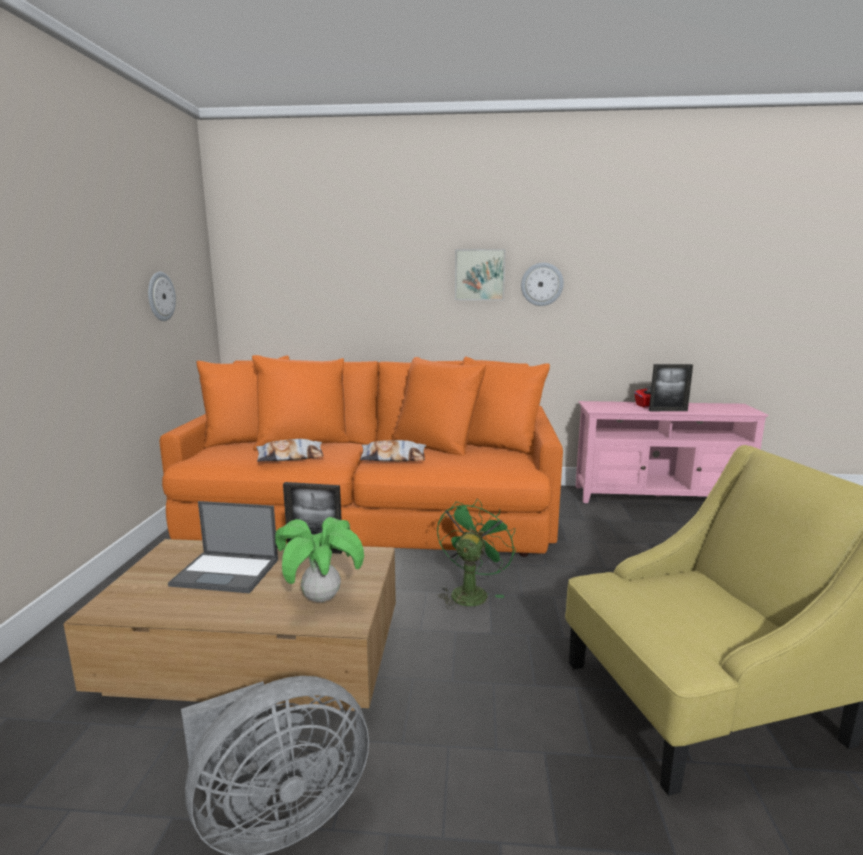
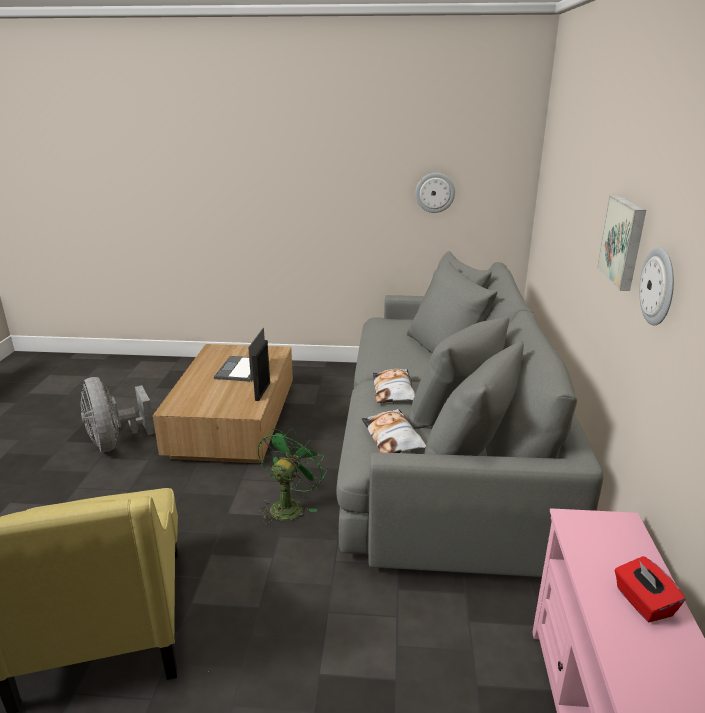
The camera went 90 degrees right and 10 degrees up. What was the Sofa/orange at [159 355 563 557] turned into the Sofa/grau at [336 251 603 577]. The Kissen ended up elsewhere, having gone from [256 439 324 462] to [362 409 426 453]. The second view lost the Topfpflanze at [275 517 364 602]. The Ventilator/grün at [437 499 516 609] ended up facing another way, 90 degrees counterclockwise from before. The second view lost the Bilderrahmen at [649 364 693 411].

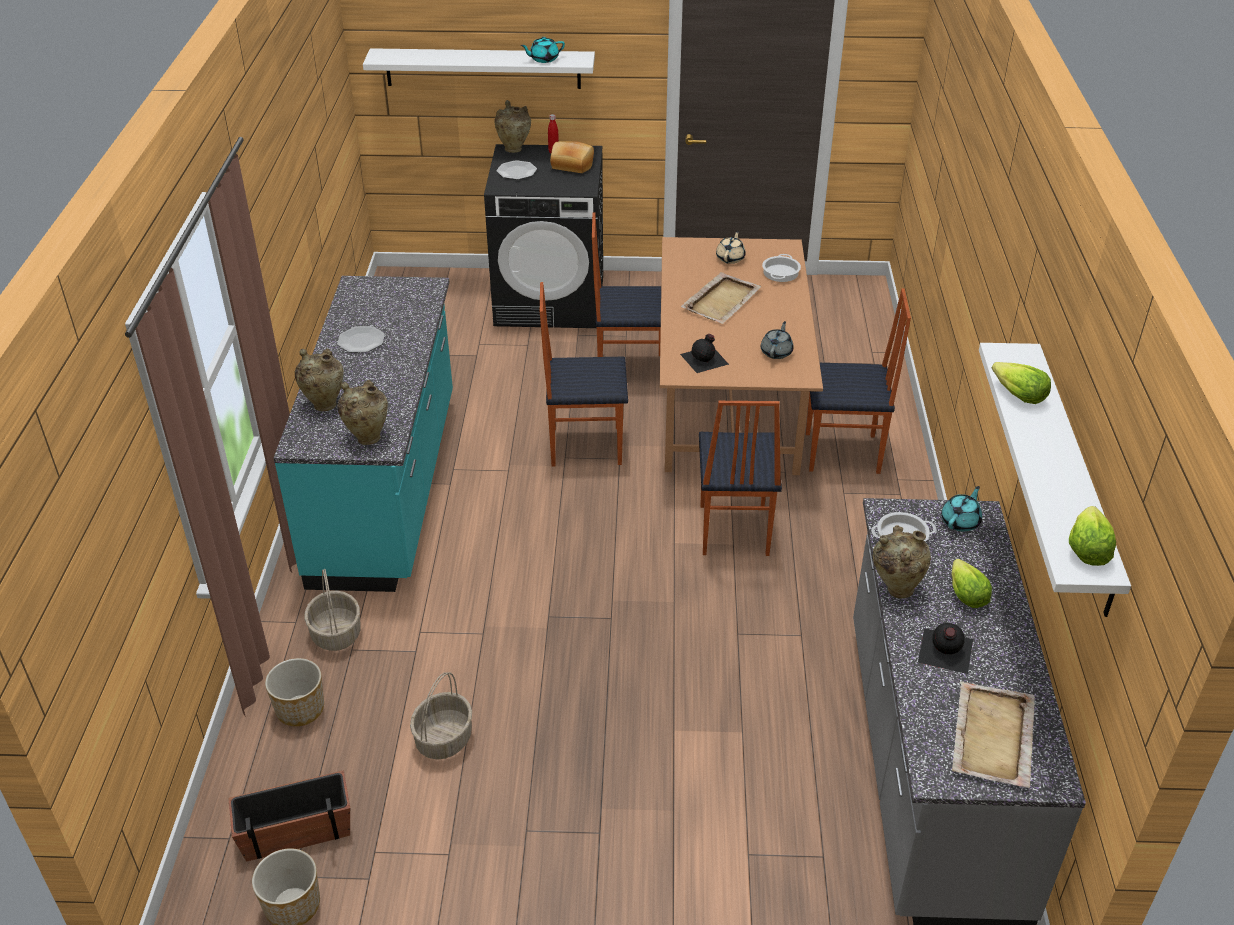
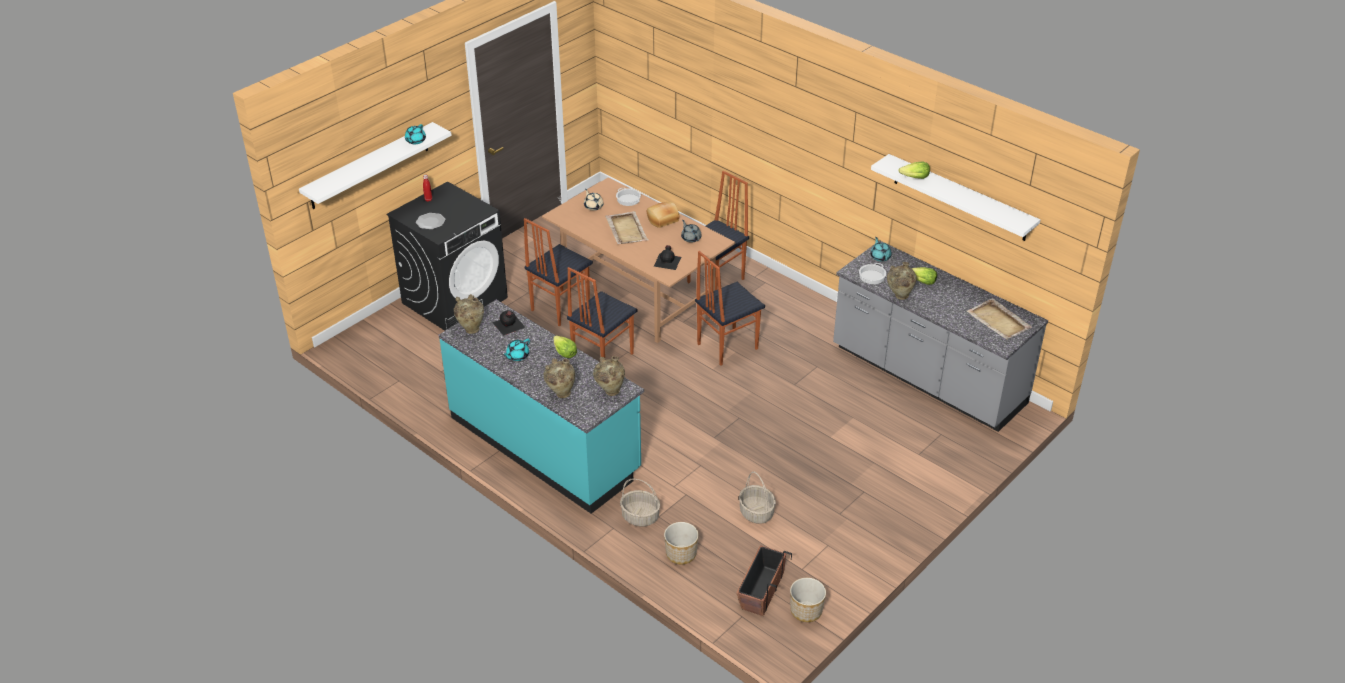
The camera went 50 degrees left and 0 degrees up. Where the Teller stood at [337 326 385 352], the Teekanne/türkis came to stand at [503 339 530 361]. The Vase/beige ended up elsewhere, having gone from [495 100 531 153] to [454 294 484 334]. The Brot ended up elsewhere, having gone from [550 141 594 173] to [646 202 680 228]. The Stuhl at [699 401 782 556] ended up facing another way, 105 degrees clockwise from before. The Flasche/schwarz ended up elsewhere, having gone from [918 623 973 674] to [492 310 525 336]. The Salatkopf ended up elsewhere, having gone from [1069 506 1116 566] to [553 335 577 358].

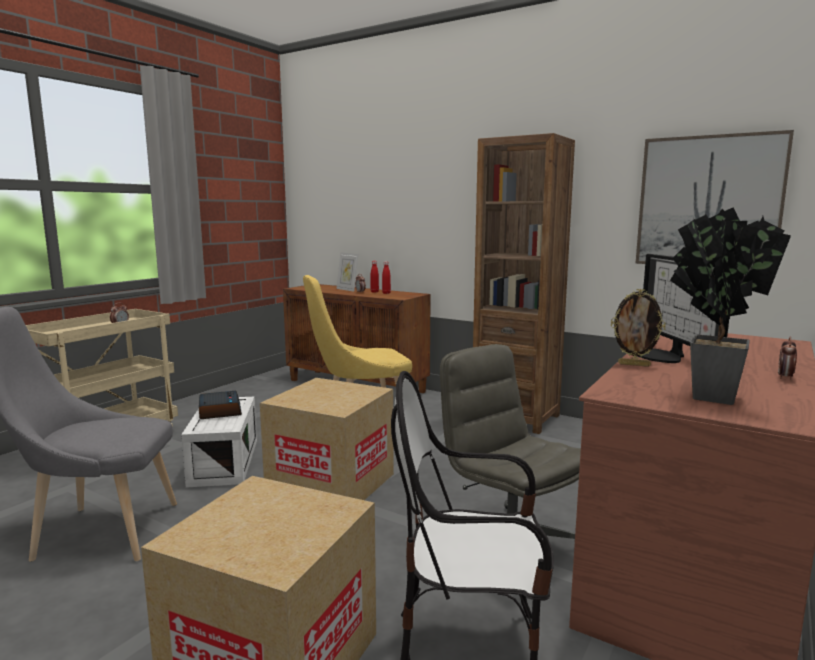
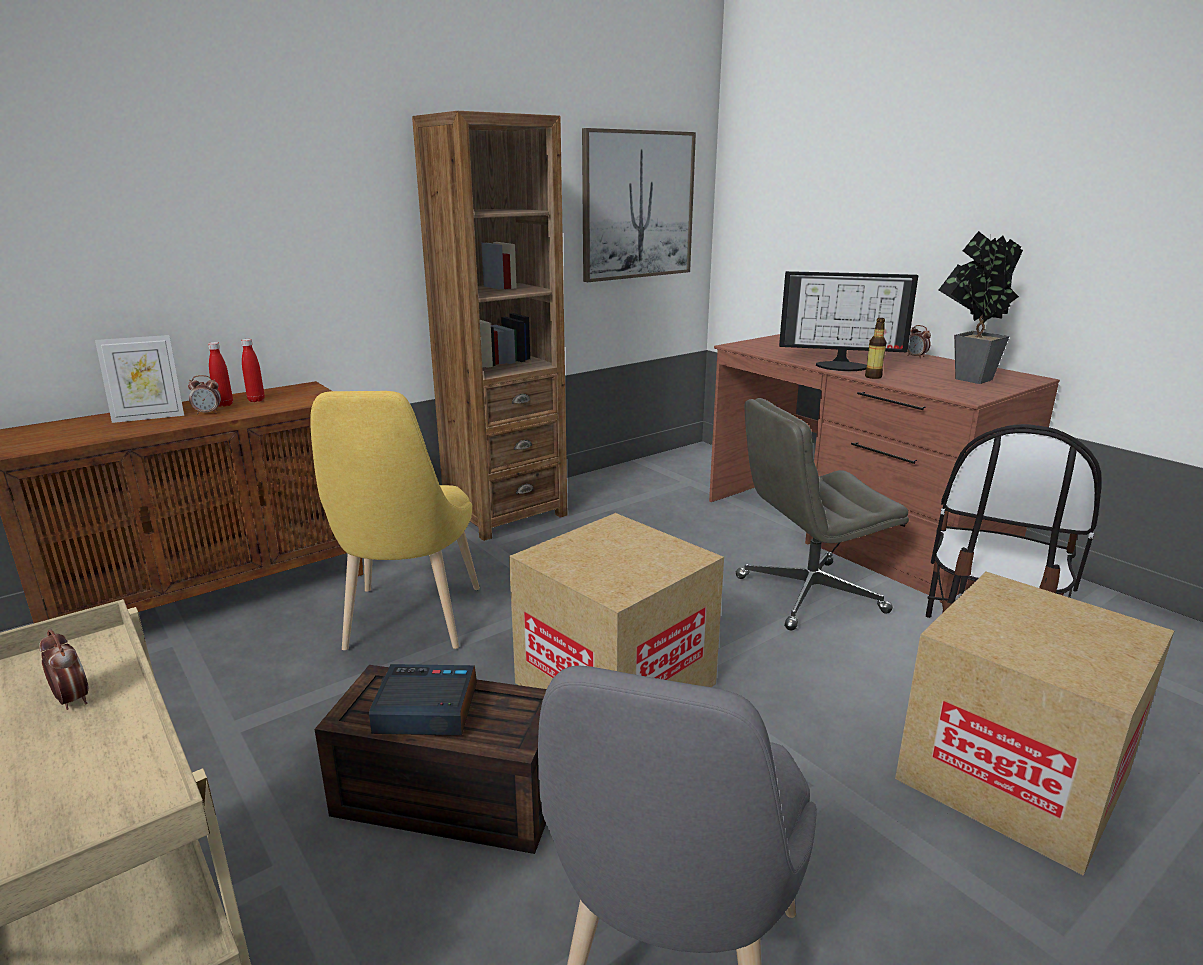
The camera went 70 degrees left and 10 degrees up. What was the Aufbewahrungsbox/weiß at [181 397 257 488] turned into the Aufbewahrungsbox/braun at [315 665 546 854]. Where the Bilderrahmen stood at [611 289 666 367], the Flasche came to stand at [865 318 886 379].

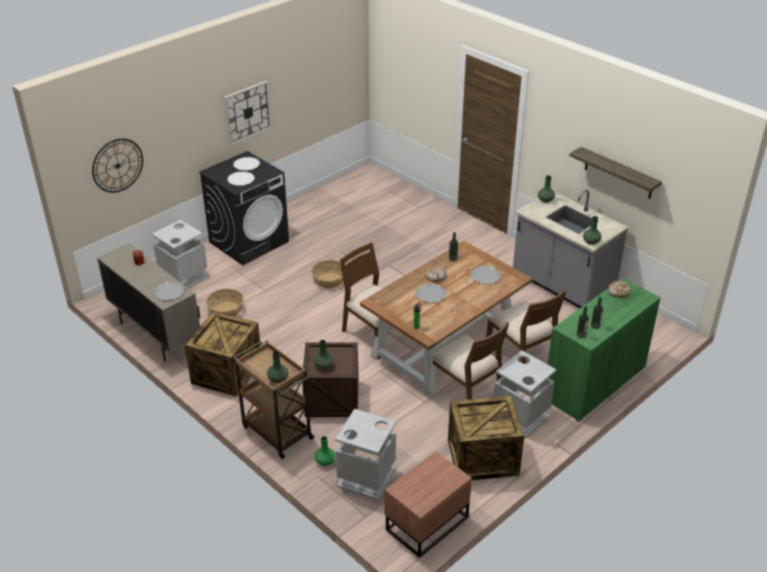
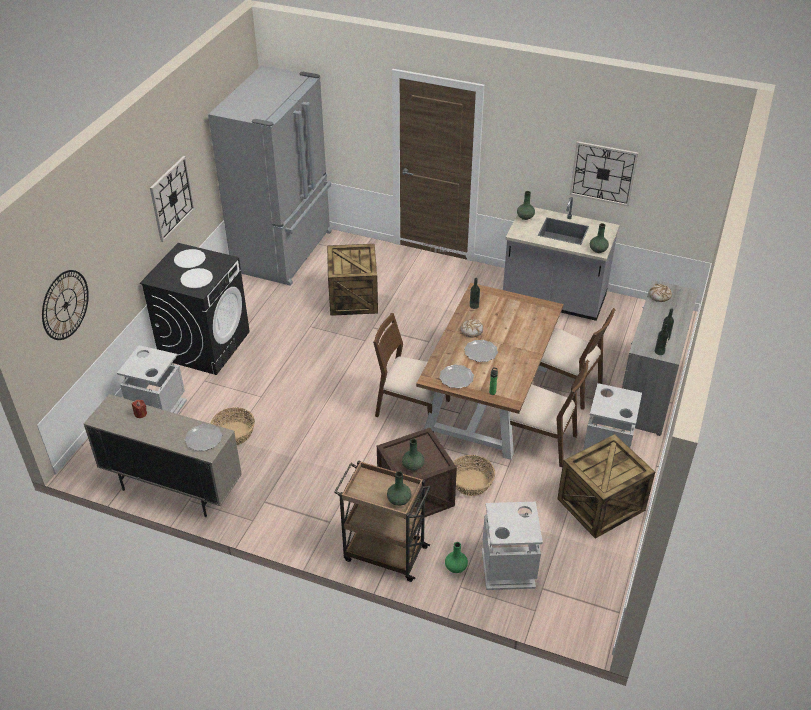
The camera went 25 degrees left and 5 degrees up. The Kiste ended up elsewhere, having gone from [185 311 261 396] to [327 244 378 316]. The Korb ended up elsewhere, having gone from [311 260 344 289] to [453 455 495 496]. The second view lost the Nachttisch/braun at [385 451 472 558]. The Teller ended up elsewhere, having gone from [471 266 500 284] to [439 365 474 389]. What was the Schrank/grün at [548 278 661 422] turned into the Schrank/grau at [622 280 698 436]. Where the Wandregal hung at [569 147 662 199], the Wanduhr came to hang at [570 141 638 207]. The second view gained the Kühlschrank/grau at [208 65 332 286].

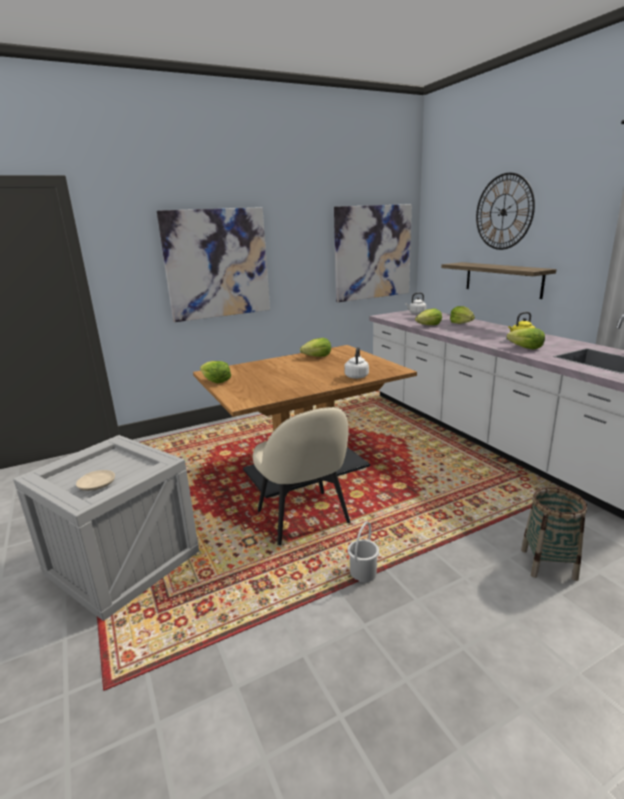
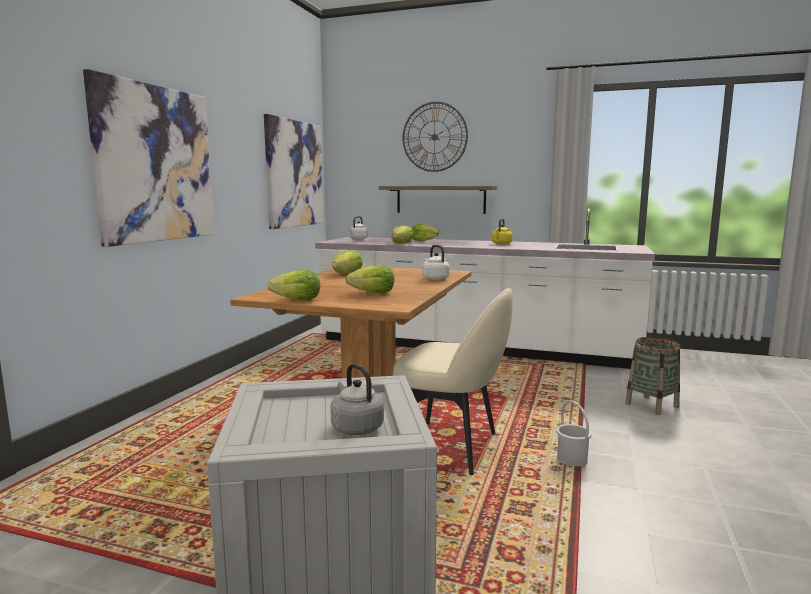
The camera went 45 degrees left and 10 degrees down. Where the Teller/beige stood at [76 470 115 491], the Wasserkessel/grau came to stand at [330 364 384 435]. The Salatkopf ended up elsewhere, having gone from [507 328 545 350] to [346 265 394 293].

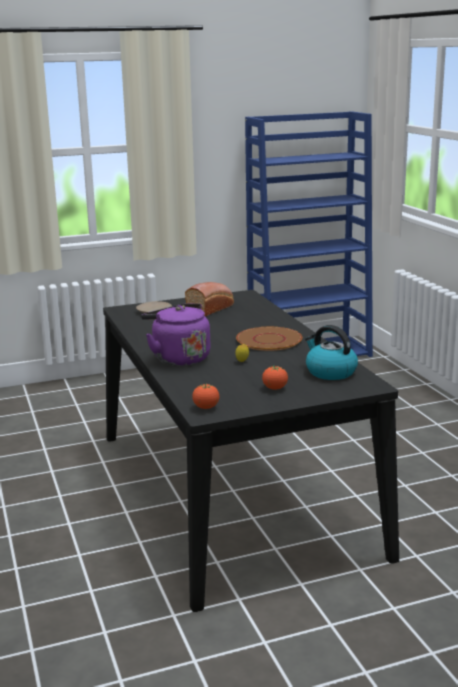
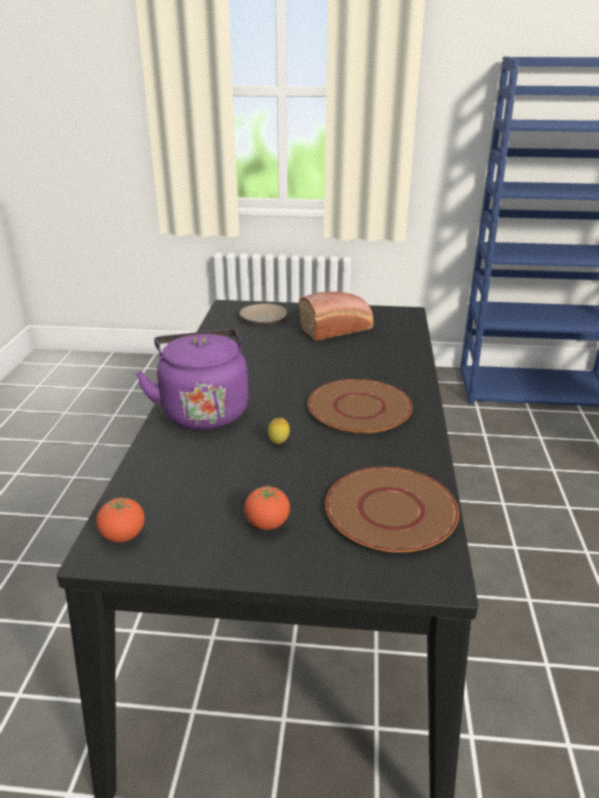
The camera went 25 degrees right and 10 degrees up. Where the Wasserkessel stood at [305 325 358 380], the Teller/braun came to stand at [325 467 459 553].

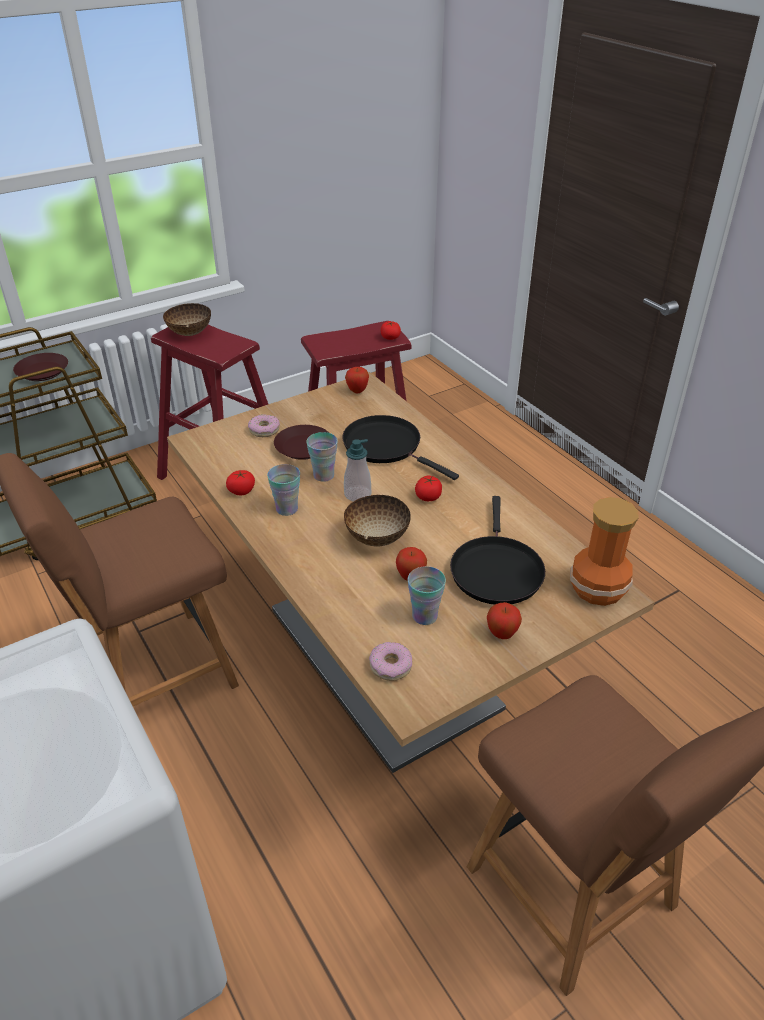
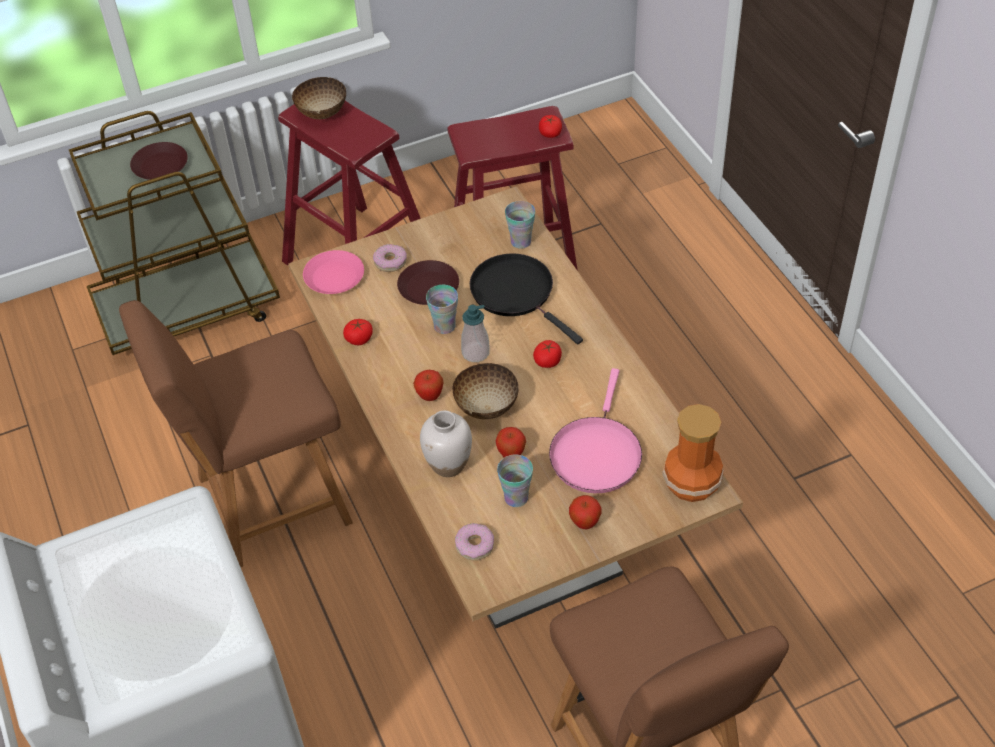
The camera went 10 degrees right and 10 degrees up. The Tasse ended up elsewhere, having gone from [267 464 300 516] to [505 201 535 249]. The Apfel ended up elsewhere, having gone from [345 367 369 393] to [413 370 443 401]. What was the Pfanne/schwarz at [450 496 545 605] turned into the Pfanne/rosa at [549 368 642 493]. The second view gained the Teller/rosa at [303 250 364 294]. The second view gained the Vase/weiß at [420 410 472 477].

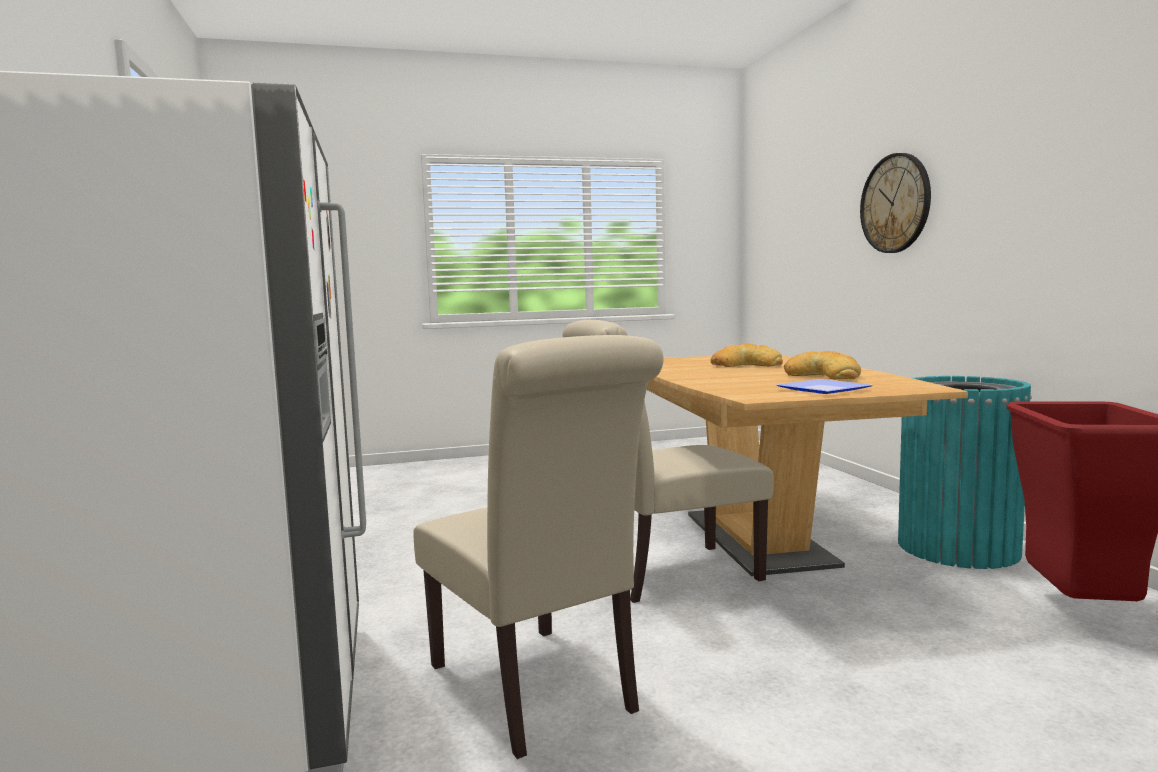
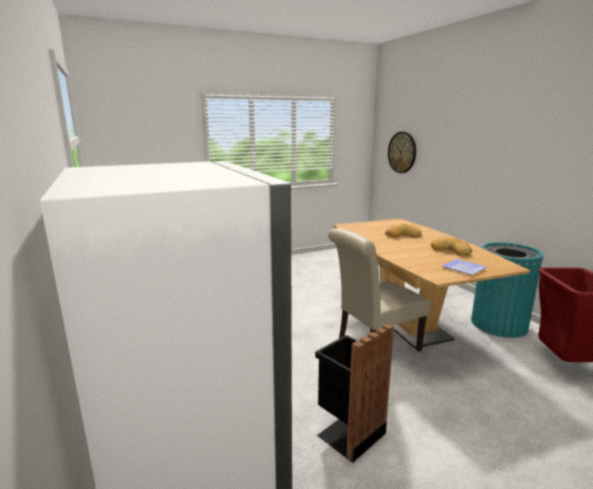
The camera went 10 degrees left and 10 degrees up. Where the Stuhl/beige stood at [413 335 664 759], the Mülleimer/schwarz came to stand at [315 323 394 463]. The Wanduhr ended up elsewhere, having gone from [860 153 931 253] to [388 132 416 173].

